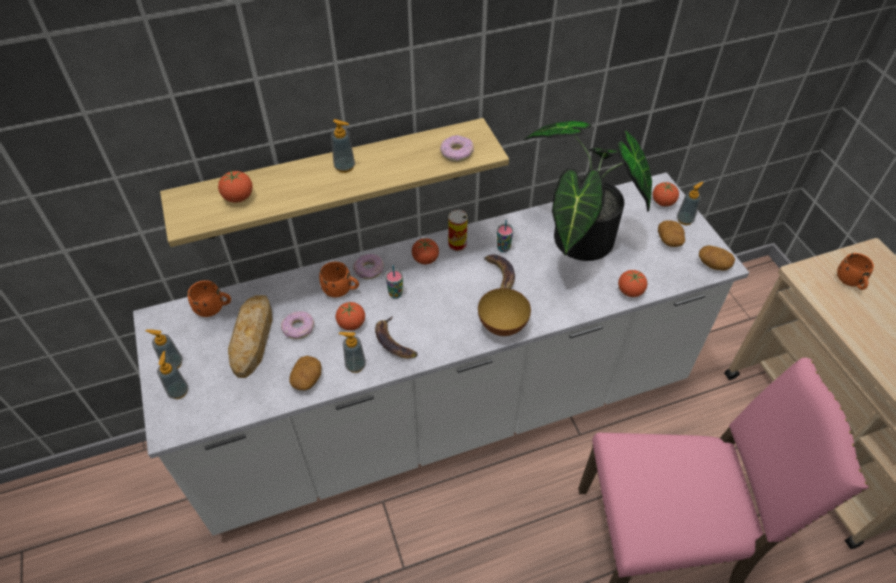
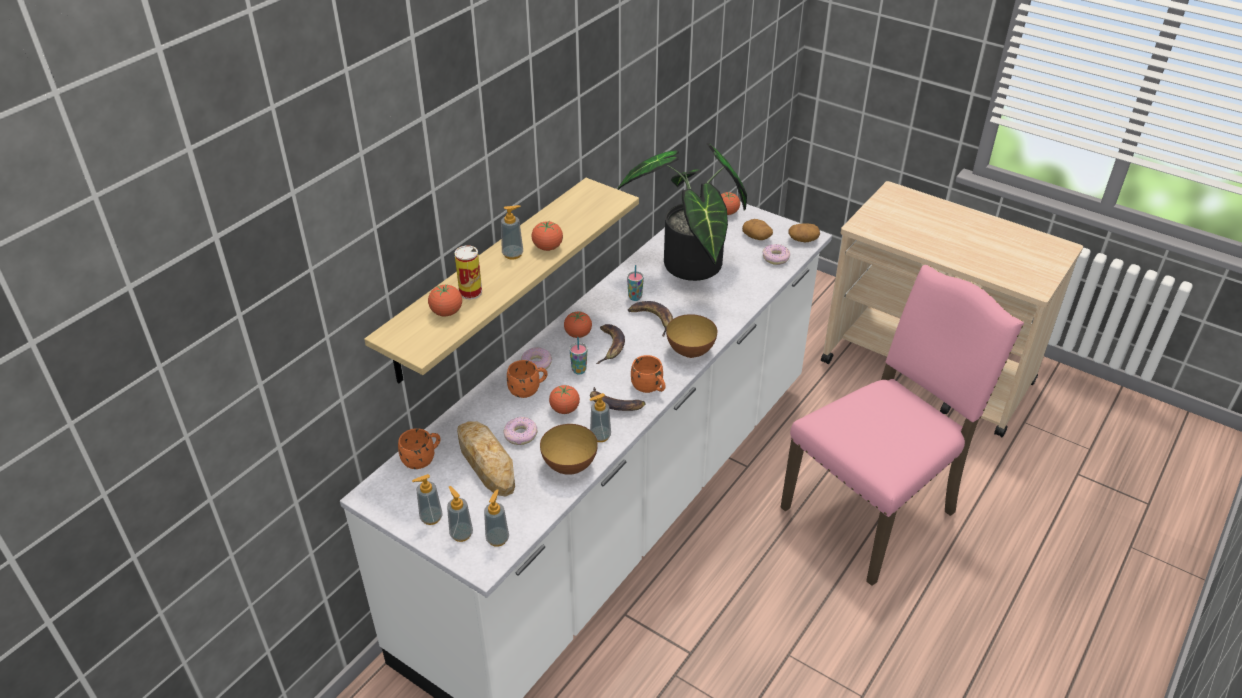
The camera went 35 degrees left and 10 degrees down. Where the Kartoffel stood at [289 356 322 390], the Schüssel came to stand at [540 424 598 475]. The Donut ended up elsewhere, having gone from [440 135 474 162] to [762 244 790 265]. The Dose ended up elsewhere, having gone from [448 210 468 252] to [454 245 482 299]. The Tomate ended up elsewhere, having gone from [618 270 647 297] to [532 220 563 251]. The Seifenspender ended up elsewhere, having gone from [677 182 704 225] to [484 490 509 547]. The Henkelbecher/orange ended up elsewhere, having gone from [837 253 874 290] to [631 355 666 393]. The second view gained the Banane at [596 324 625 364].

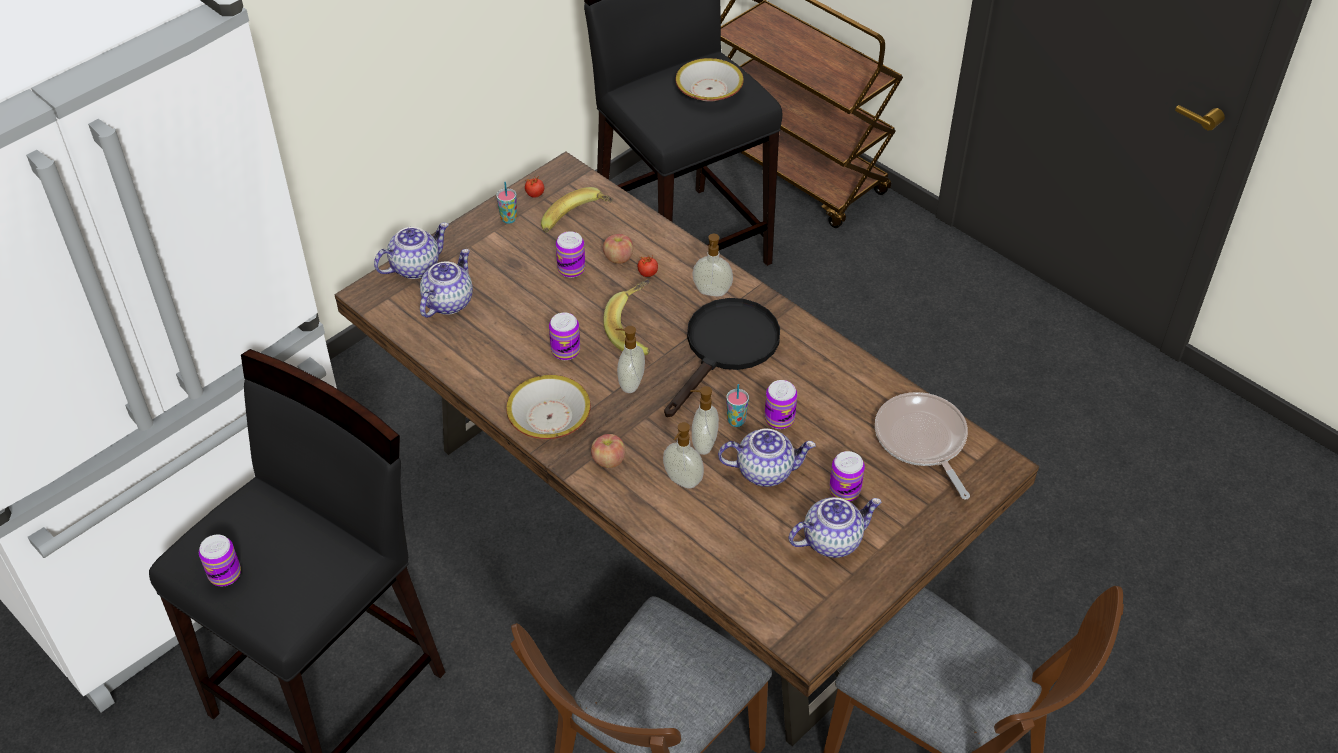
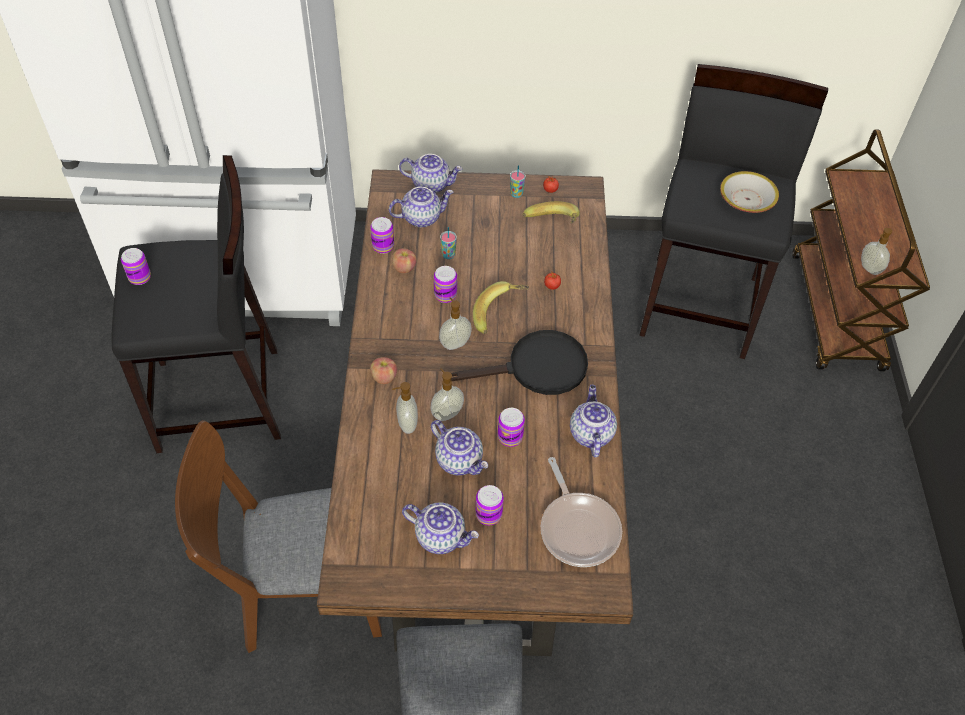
The camera went 45 degrees right and 5 degrees up. The second view lost the Schüssel at [506 375 591 439]. The Dose ended up elsewhere, having gone from [556 231 585 278] to [370 217 394 254]. The Apfel ended up elsewhere, having gone from [603 234 633 264] to [392 248 417 273]. The Seifenspender ended up elsewhere, having gone from [692 234 733 296] to [861 228 892 275]. The Tasse ended up elsewhere, having gone from [726 384 749 427] to [440 227 457 259]. The Pfanne at [875 392 970 499] ended up facing another way, 135 degrees clockwise from before. The second view gained the Teekanne at [570 385 617 457].

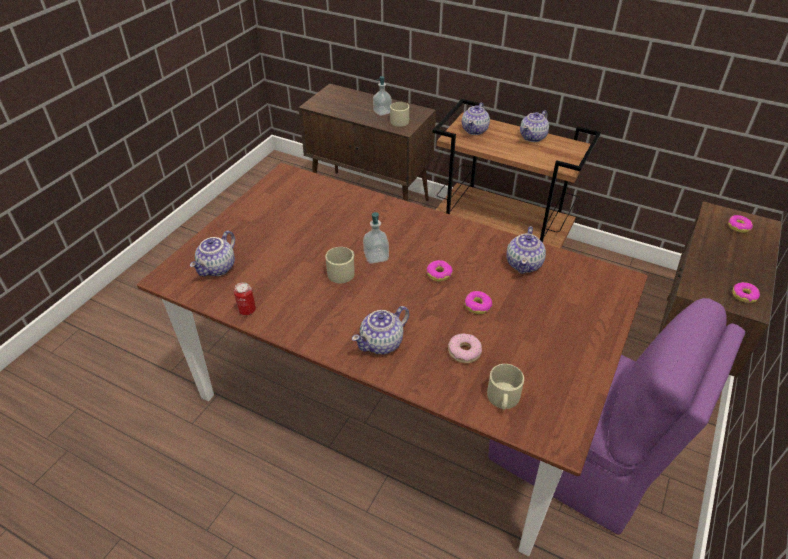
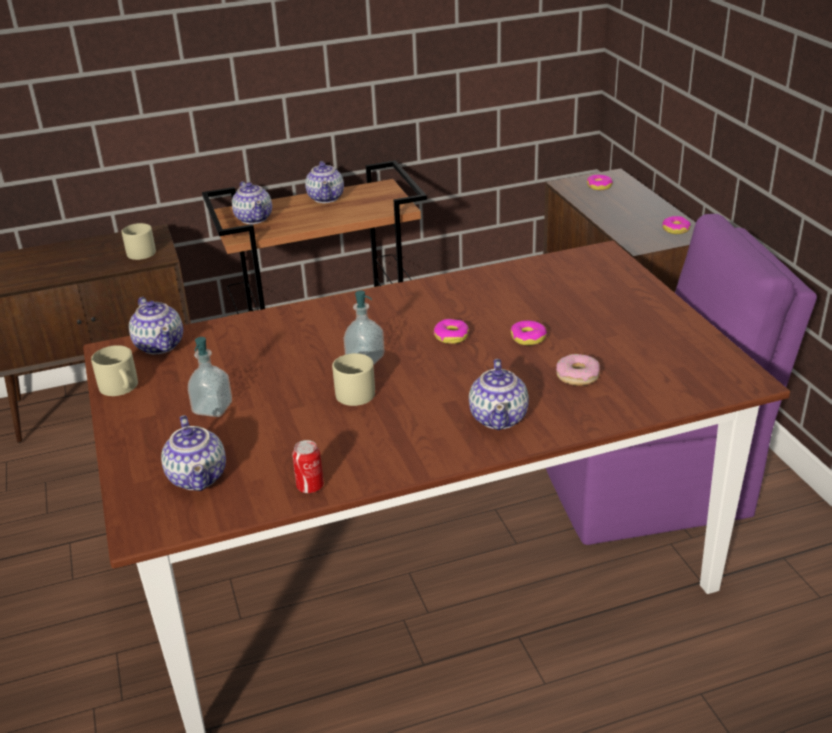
The camera went 45 degrees left and 10 degrees down. The Seifenspender ended up elsewhere, having gone from [373 76 392 116] to [188 337 232 417]. The Henkelbecher/beige ended up elsewhere, having gone from [487 364 524 410] to [91 345 138 396]. The Teekanne ended up elsewhere, having gone from [506 226 546 274] to [129 297 183 354].

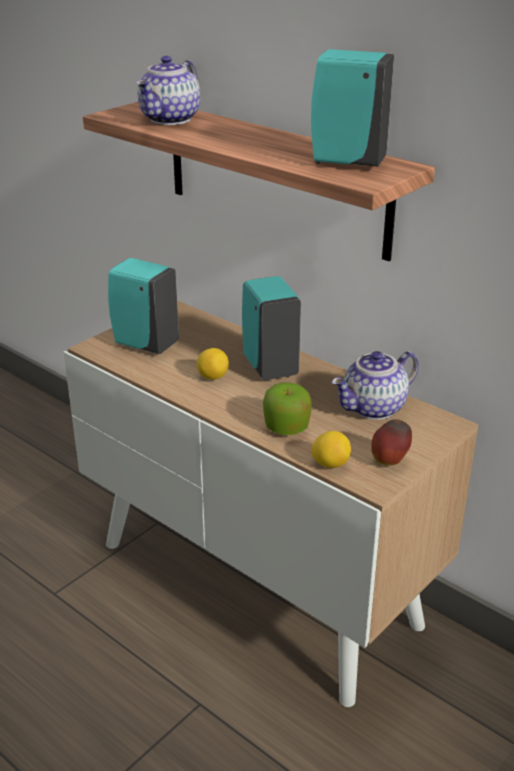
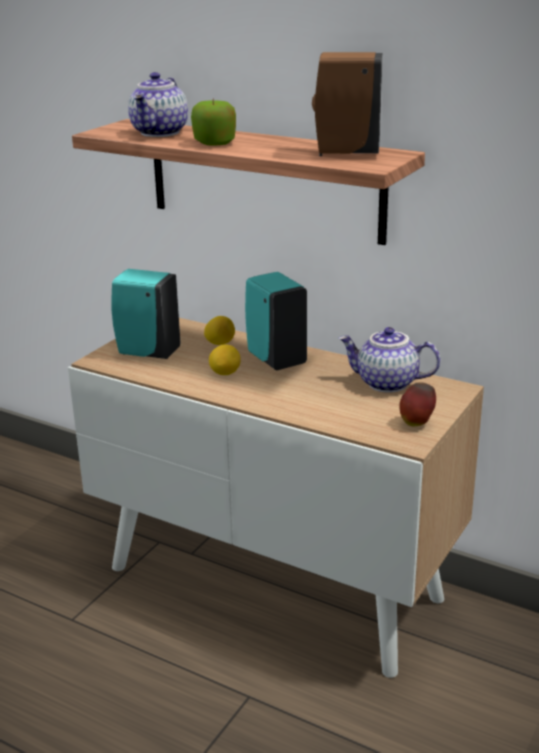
The camera went 10 degrees left and 5 degrees down. The Apfel ended up elsewhere, having gone from [263 382 312 435] to [191 99 236 146]. What was the Seifenspender/türkis at [311 49 394 167] turned into the Seifenspender/braun at [312 52 383 156]. The Zitrone ended up elsewhere, having gone from [311 431 351 468] to [204 316 235 345]. The Teekanne at [331 351 419 420] ended up facing another way, 60 degrees clockwise from before.

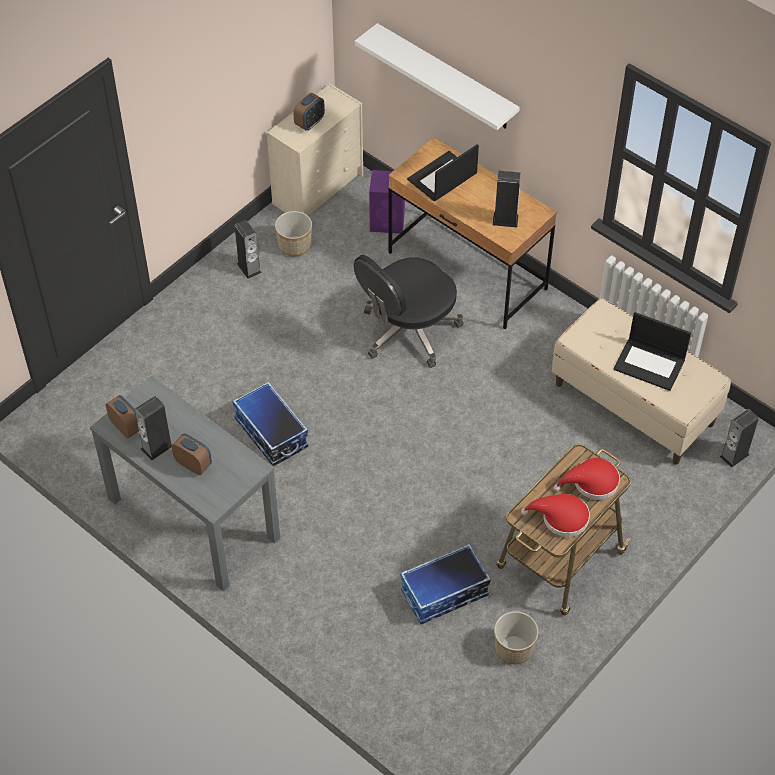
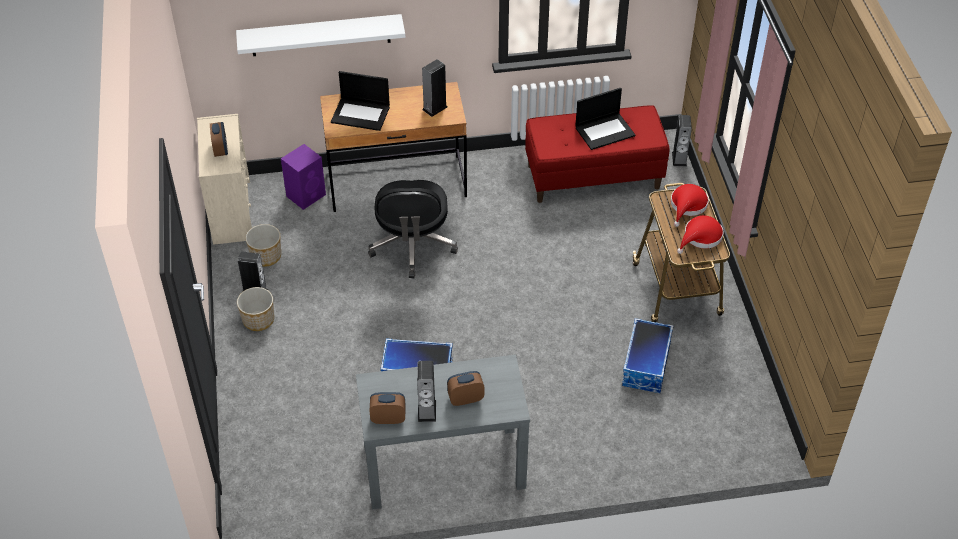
The camera went 50 degrees left and 5 degrees down. The Laptop at [407 144 479 201] ended up facing another way, 75 degrees counterclockwise from before. The Pflanzkübel ended up elsewhere, having gone from [494 611 538 664] to [237 287 274 331]. What was the Bank/beige at [552 298 731 465] turned into the Bank/rot at [525 105 669 203].

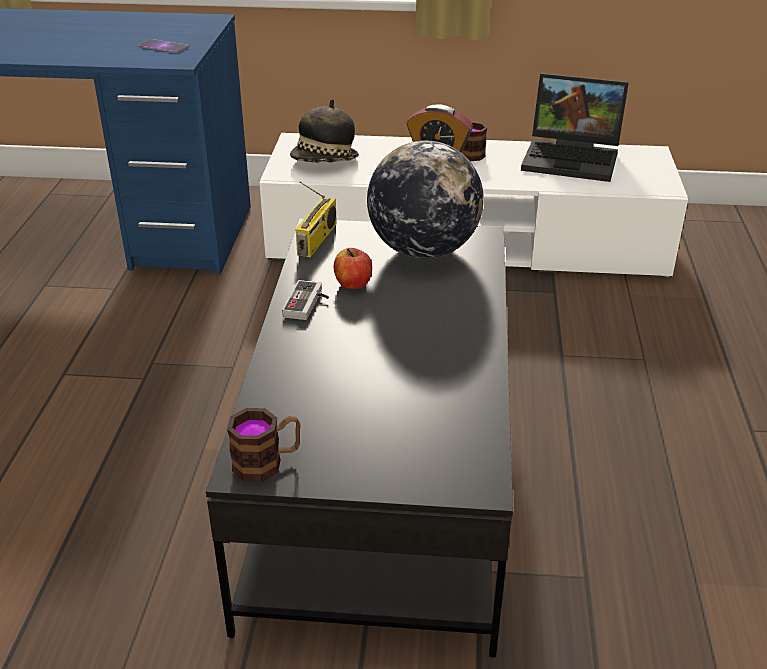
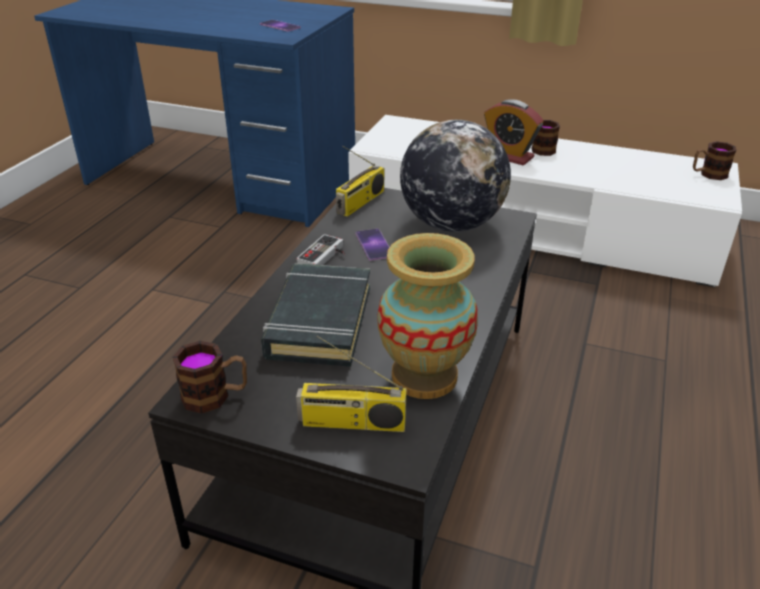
The camera went 15 degrees right and 0 degrees up. The second view lost the Hut at [290 99 359 163]. Where the Apfel stood at [334 248 372 289], the Handy came to stand at [356 229 390 261]. The second view lost the Laptop at [521 73 629 182]. The second view gained the Buch/schwarz at [261 263 370 367]. The second view gained the Radio at [296 335 407 432]. The second view gained the Vase at [377 233 478 399]. The second view gained the Henkelbecher at [693 141 736 180].

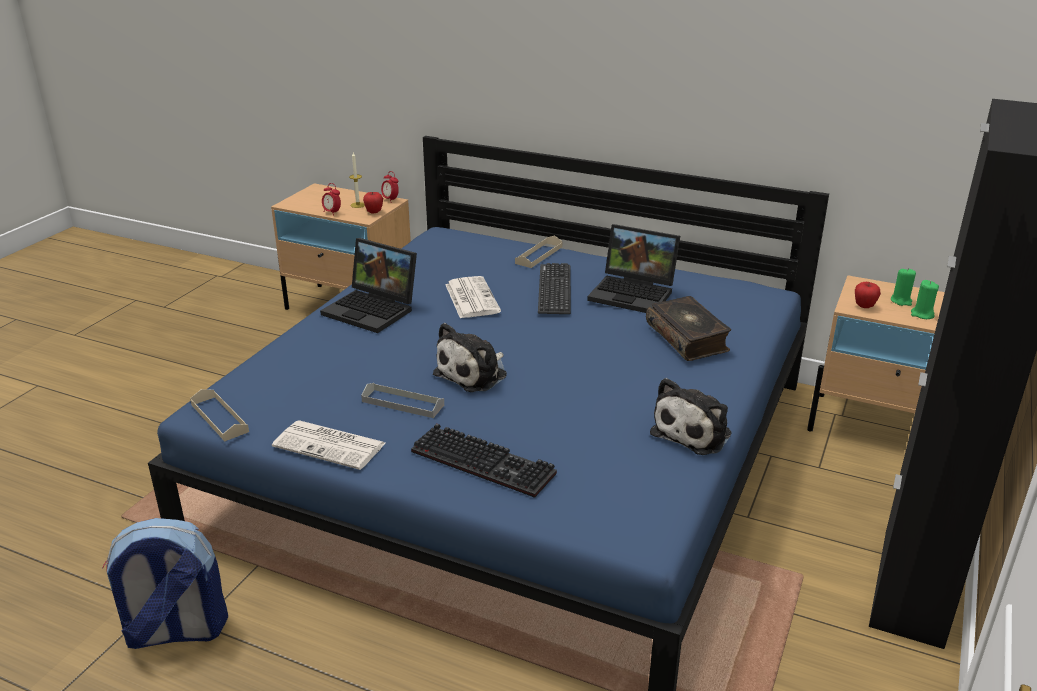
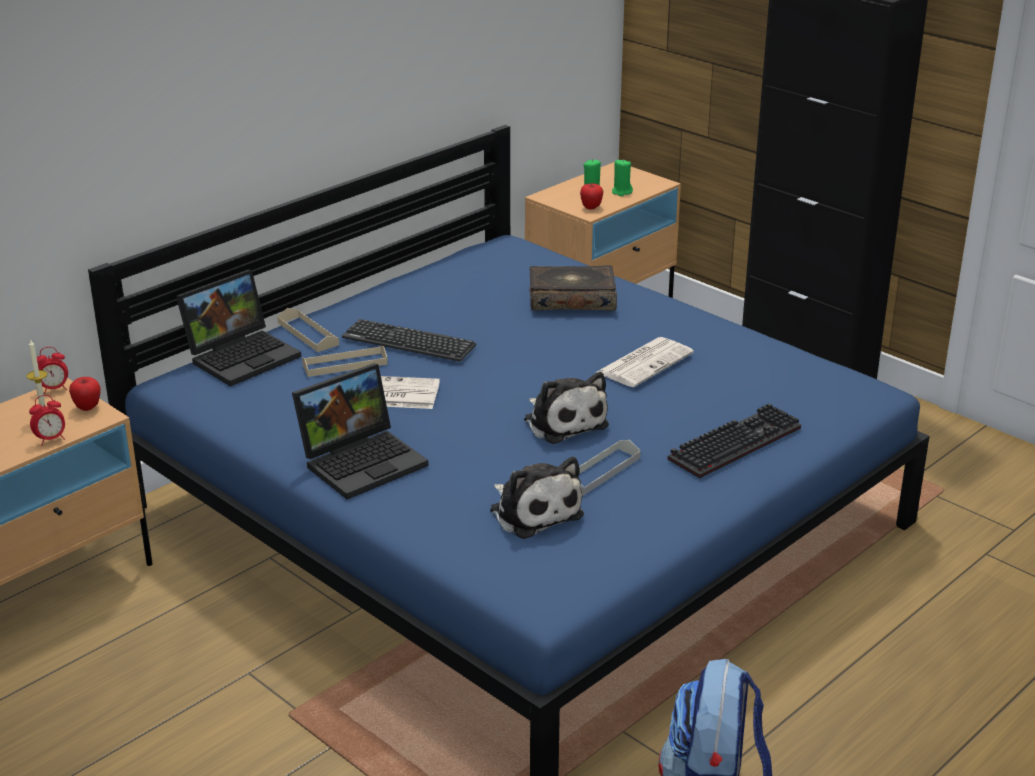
The camera went 70 degrees left and 0 degrees up. The Tablett/beige ended up elsewhere, having gone from [190 389 249 442] to [302 346 388 377]. The Zeitung ended up elsewhere, having gone from [272 420 385 470] to [595 337 694 387]. The Laptop ended up elsewhere, having gone from [587 224 680 313] to [176 270 301 386]. The Plüschtier ended up elsewhere, having gone from [650 378 732 455] to [490 457 584 539].

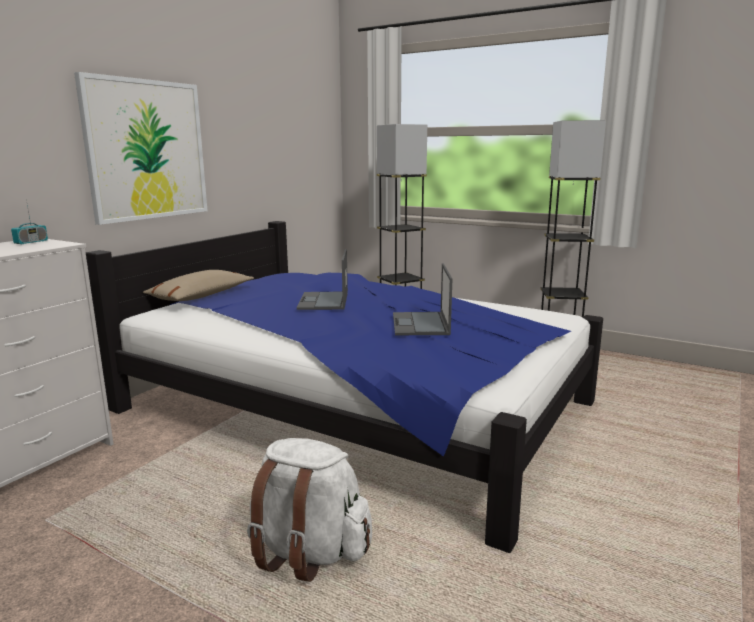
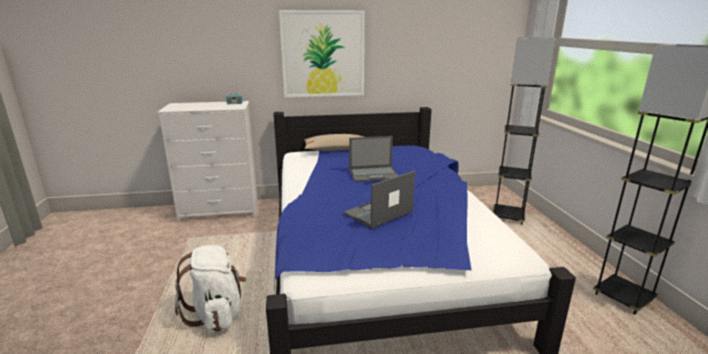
The camera went 50 degrees right and 5 degrees up. The Laptop at [297 249 348 310] ended up facing another way, 150 degrees counterclockwise from before.

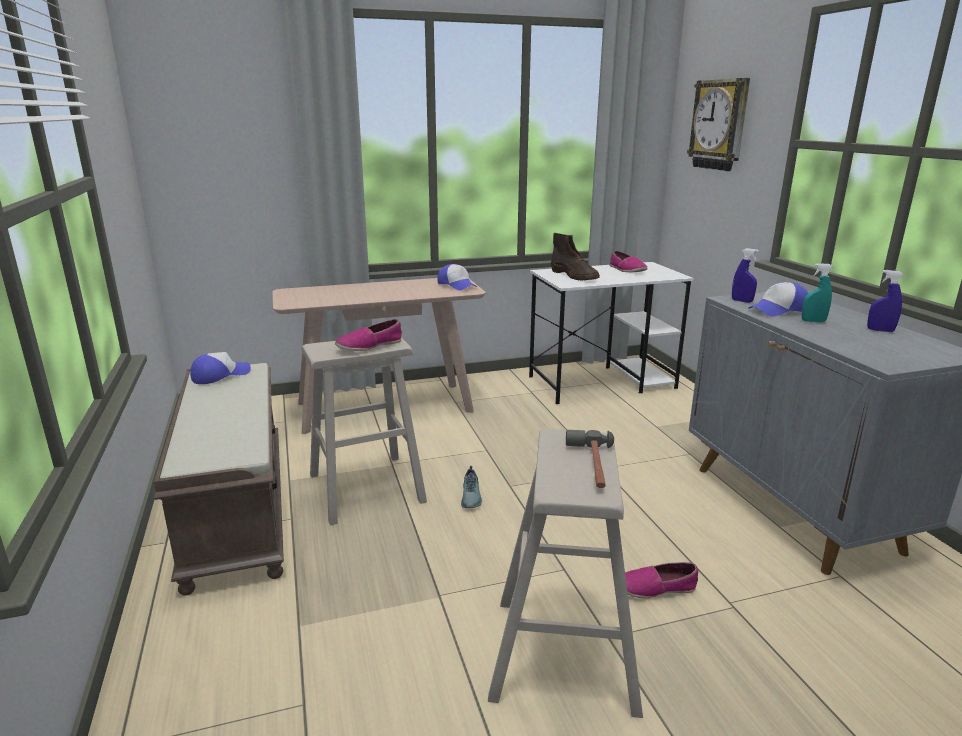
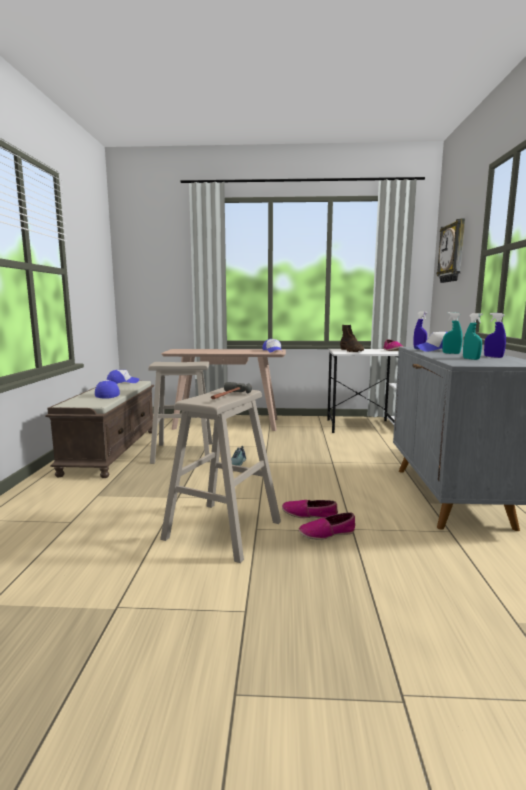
The camera went 20 degrees right and 10 degrees down. The Schuh ended up elsewhere, having gone from [335 319 402 351] to [298 512 355 540]. The second view gained the Kappe at [95 380 120 399]. The second view gained the Sprühflasche/türkis at [463 313 483 360].

